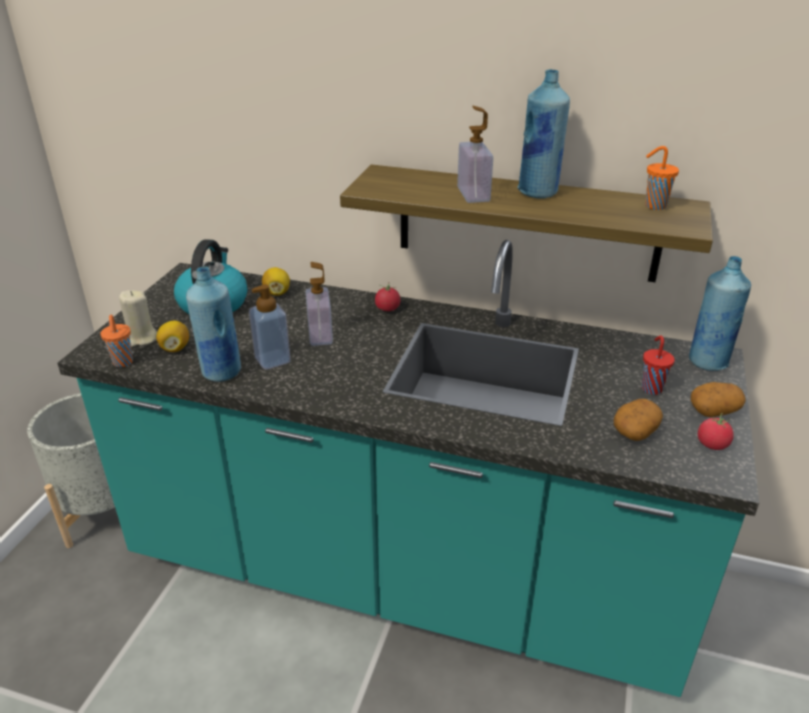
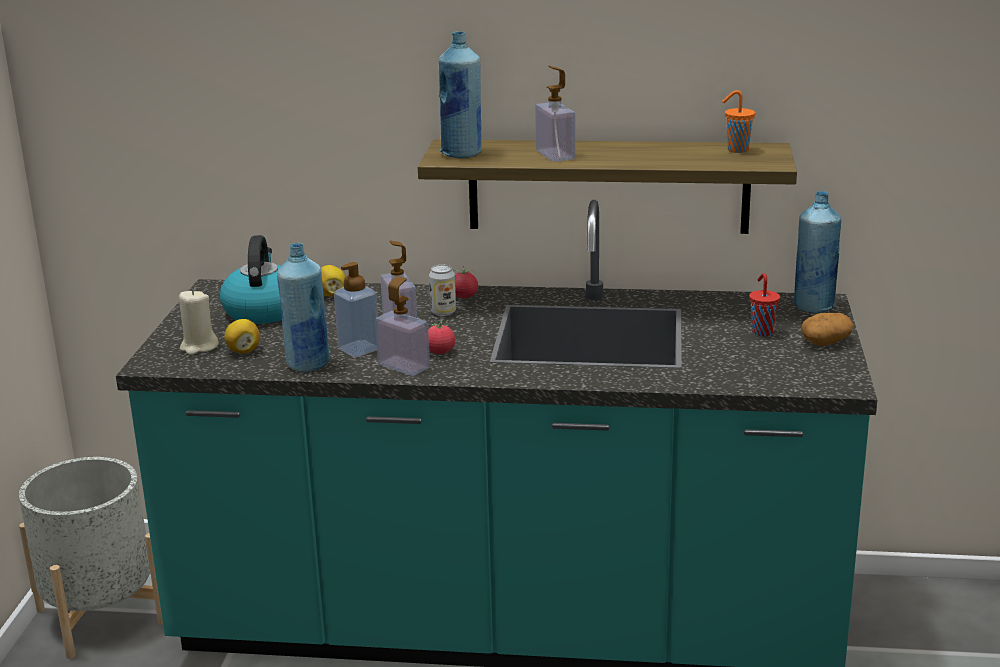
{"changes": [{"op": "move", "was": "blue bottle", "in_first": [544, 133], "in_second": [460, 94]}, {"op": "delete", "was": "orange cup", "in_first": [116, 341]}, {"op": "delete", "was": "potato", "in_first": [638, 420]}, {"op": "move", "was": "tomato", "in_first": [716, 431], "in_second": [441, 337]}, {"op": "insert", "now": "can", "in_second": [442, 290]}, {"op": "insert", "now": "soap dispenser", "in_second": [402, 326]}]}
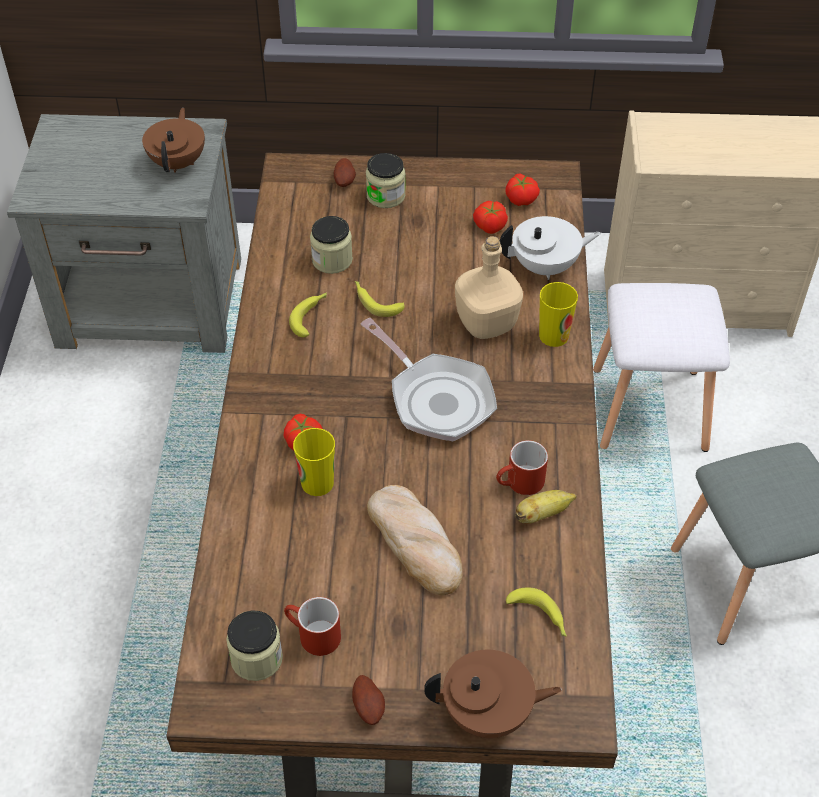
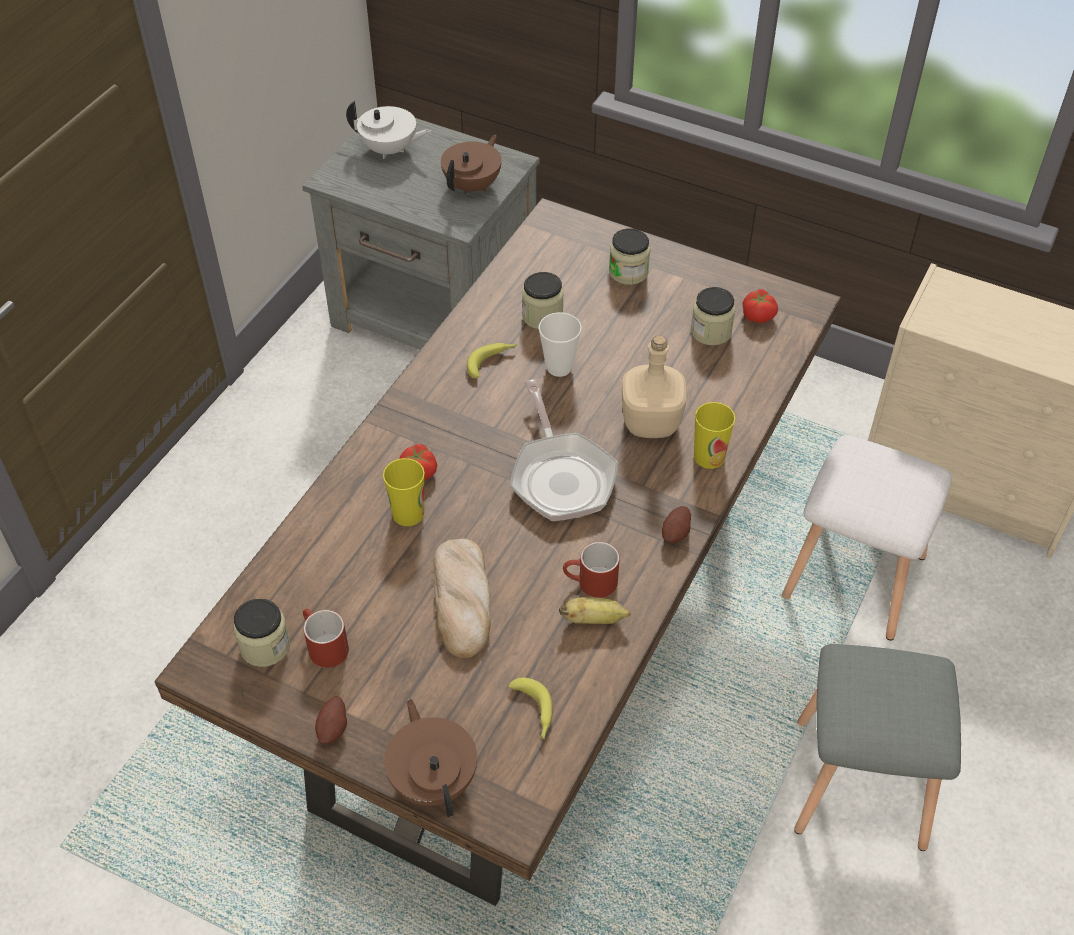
{"changes": [{"op": "move", "was": "potato", "in_first": [345, 172], "in_second": [676, 524]}, {"op": "replace", "was": "tomato", "now": "jar", "in_first": [490, 217], "in_second": [713, 316]}, {"op": "move", "was": "white teapot", "in_first": [550, 248], "in_second": [388, 130]}, {"op": "replace", "was": "banana", "now": "cup", "in_first": [379, 299], "in_second": [560, 344]}, {"op": "rotate", "was": "brown teapot", "in_first": [493, 694], "in_second": [430, 758], "clockwise": -135}]}
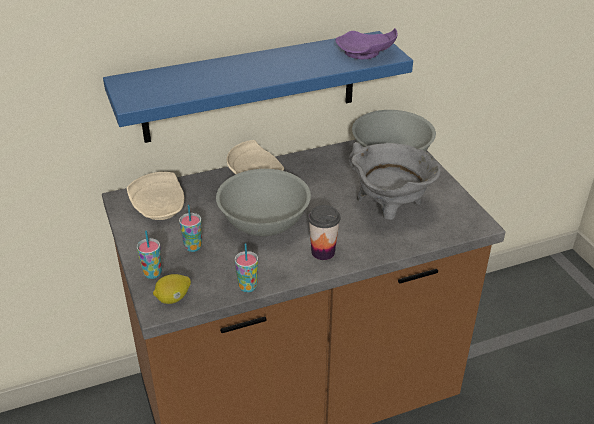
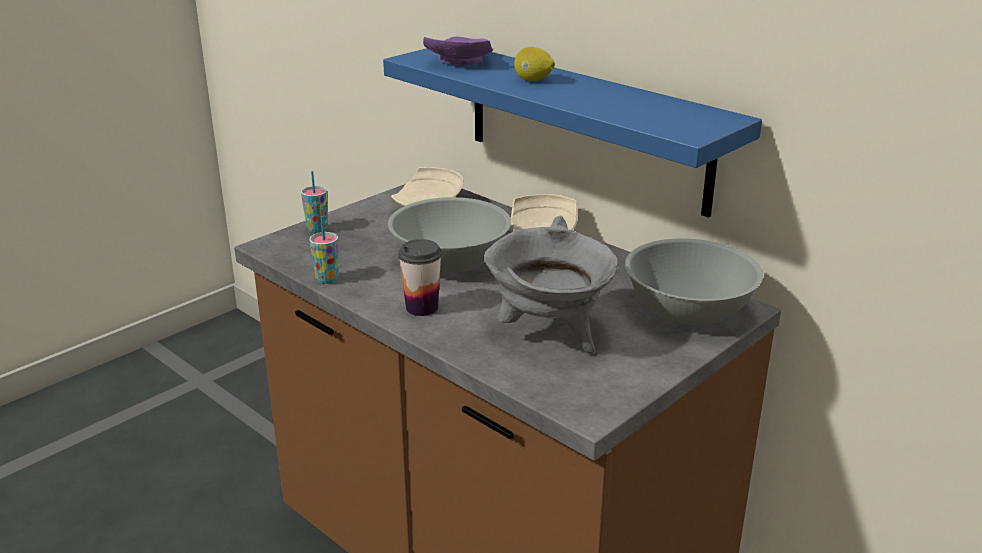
{"changes": [{"op": "move", "was": "purple plate", "in_first": [367, 43], "in_second": [458, 50]}, {"op": "delete", "was": "cup", "in_first": [190, 228]}, {"op": "move", "was": "lemon", "in_first": [172, 289], "in_second": [534, 64]}]}
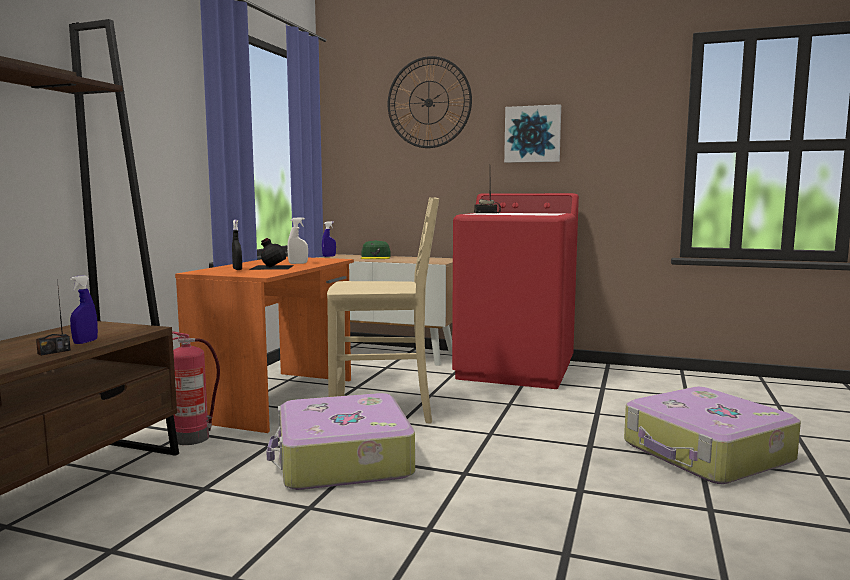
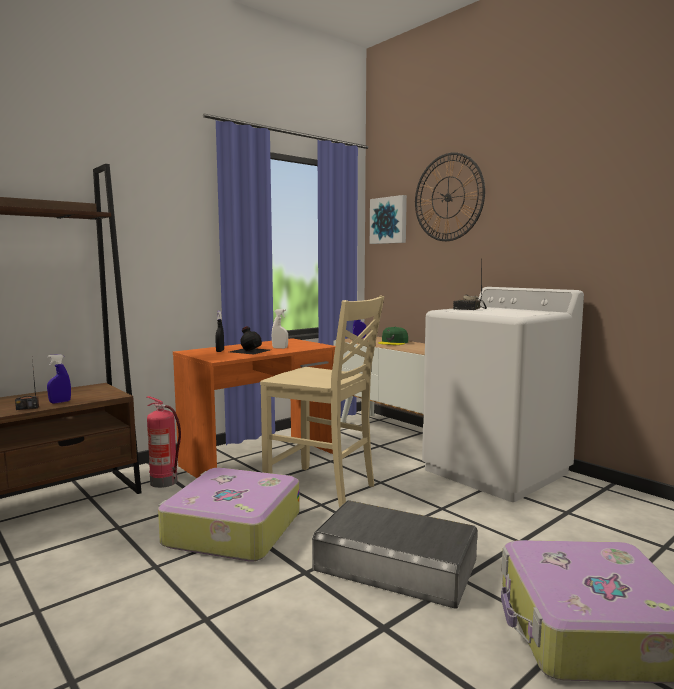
{"changes": [{"op": "move", "was": "picture", "in_first": [532, 133], "in_second": [388, 219]}, {"op": "recolor", "was": "red washing machine", "now": "white washing machine", "in_first": [515, 291], "in_second": [503, 394]}, {"op": "insert", "now": "grey storage box", "in_second": [394, 554]}]}
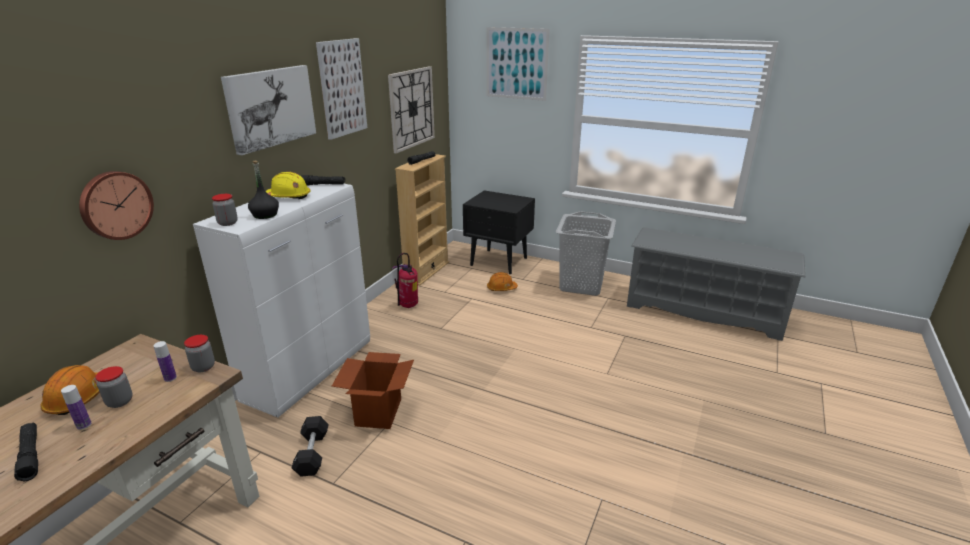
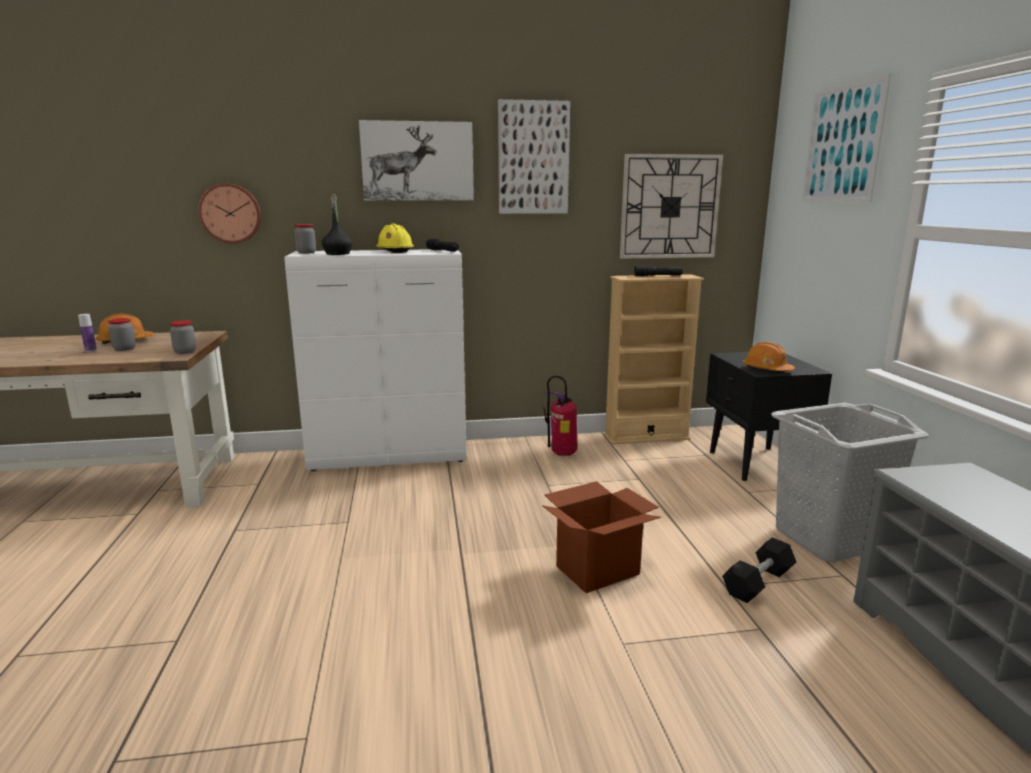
{"changes": [{"op": "move", "was": "orange hard hat", "in_first": [502, 281], "in_second": [769, 356]}, {"op": "delete", "was": "bottle", "in_first": [165, 361]}, {"op": "move", "was": "cardboard box", "in_first": [373, 390], "in_second": [601, 537]}, {"op": "move", "was": "black dumbbell", "in_first": [310, 446], "in_second": [759, 570]}, {"op": "delete", "was": "black flashlight", "in_first": [26, 452]}]}
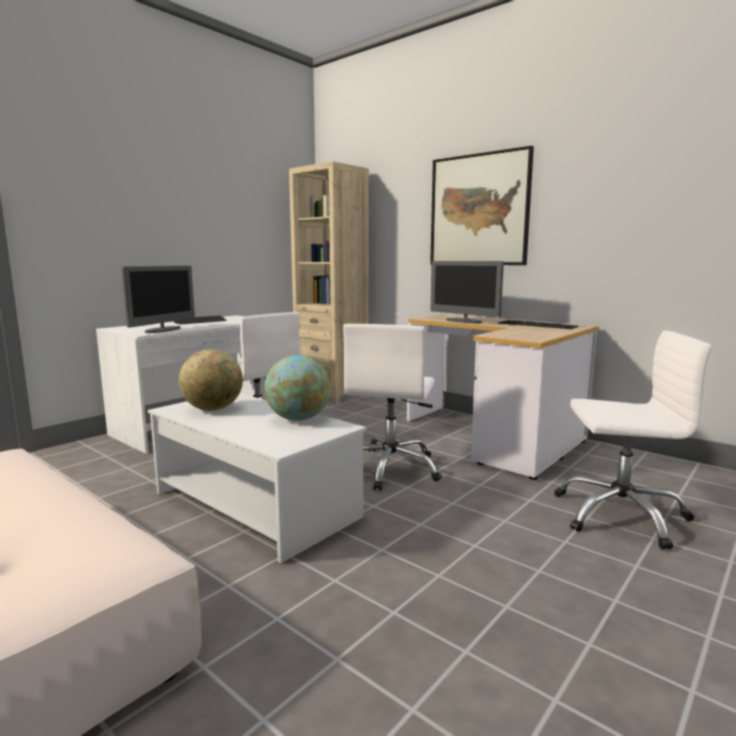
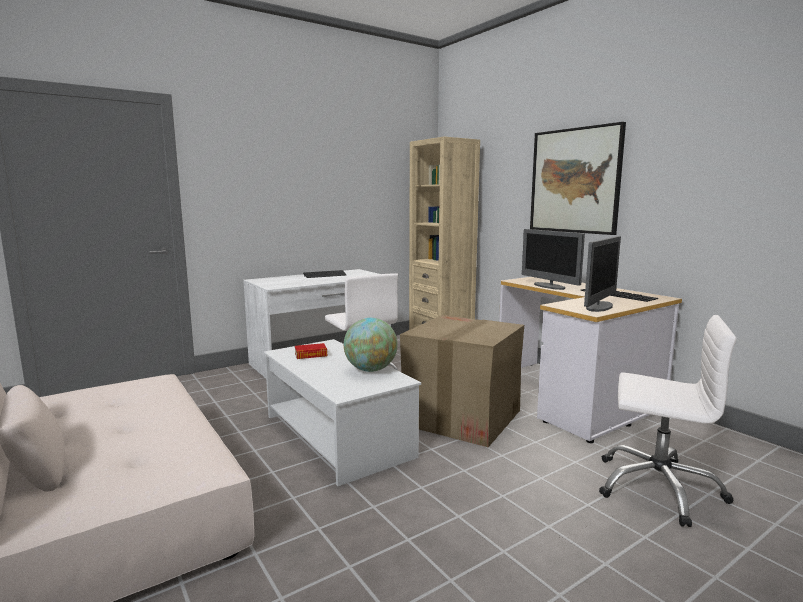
{"changes": [{"op": "move", "was": "monitor", "in_first": [158, 299], "in_second": [602, 274]}, {"op": "replace", "was": "white office chair", "now": "cardboard box", "in_first": [392, 407], "in_second": [462, 381]}, {"op": "replace", "was": "globe", "now": "book", "in_first": [211, 380], "in_second": [311, 351]}]}
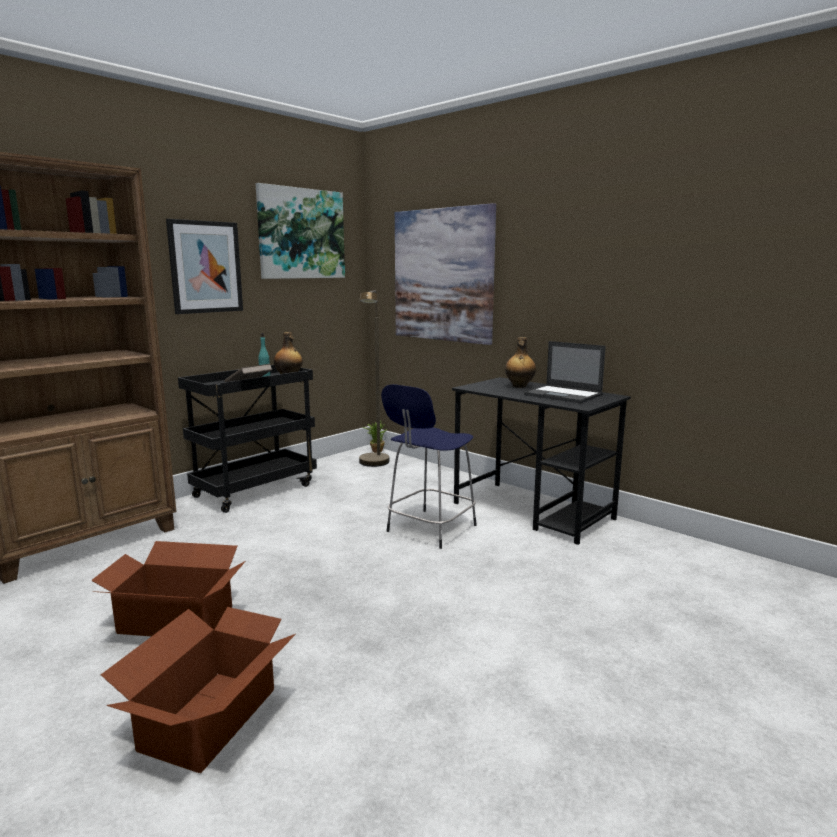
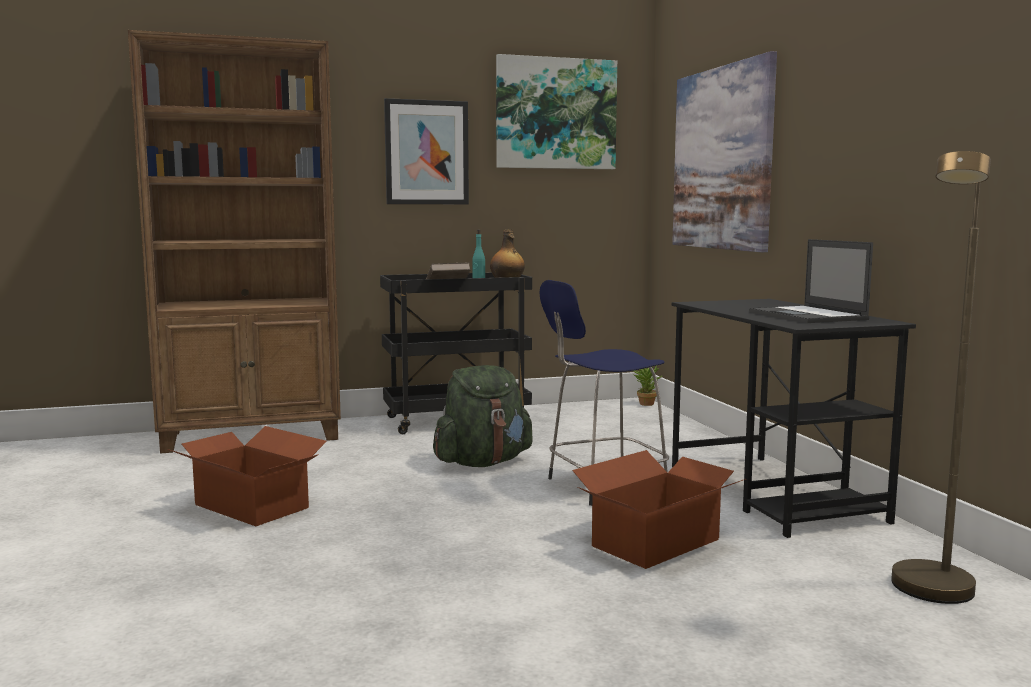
{"changes": [{"op": "move", "was": "brown floor lamp", "in_first": [374, 378], "in_second": [941, 377]}, {"op": "delete", "was": "bottle", "in_first": [520, 362]}, {"op": "move", "was": "cardboard box", "in_first": [198, 690], "in_second": [659, 509]}, {"op": "insert", "now": "green backpack", "in_second": [483, 416]}]}
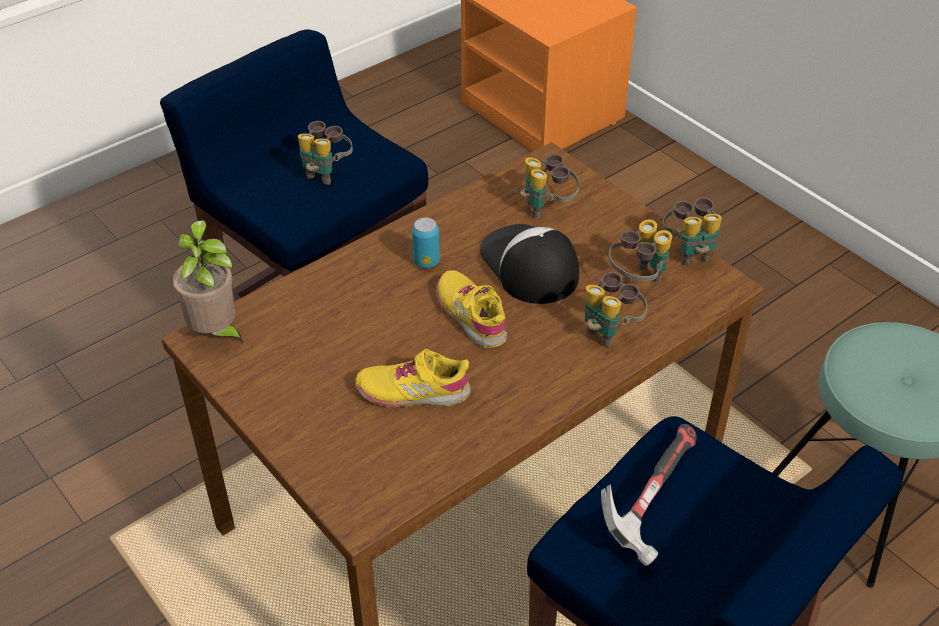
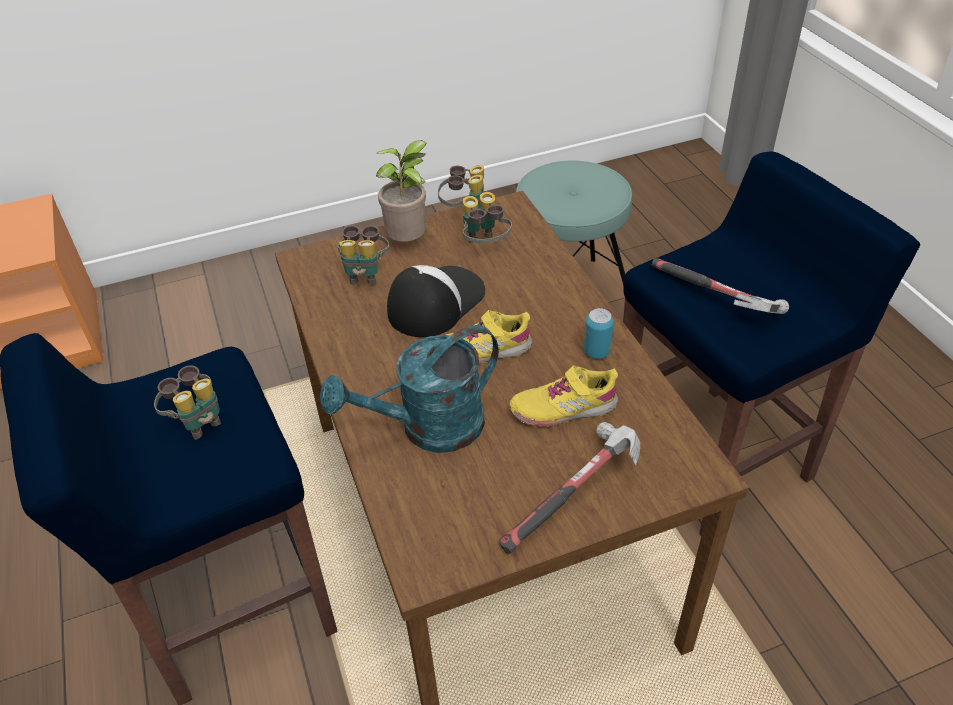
{"changes": [{"op": "move", "was": "can", "in_first": [426, 242], "in_second": [599, 333]}, {"op": "move", "was": "potted plant", "in_first": [207, 282], "in_second": [402, 191]}, {"op": "rotate", "was": "cap", "in_first": [529, 264], "in_second": [436, 301], "clockwise": 135}, {"op": "delete", "was": "binoculars", "in_first": [616, 309]}, {"op": "rotate", "was": "yellow shoe", "in_first": [413, 378], "in_second": [563, 396], "clockwise": 60}, {"op": "insert", "now": "turquoise watering can", "in_second": [409, 389]}, {"op": "insert", "now": "hammer", "in_second": [569, 488]}]}
